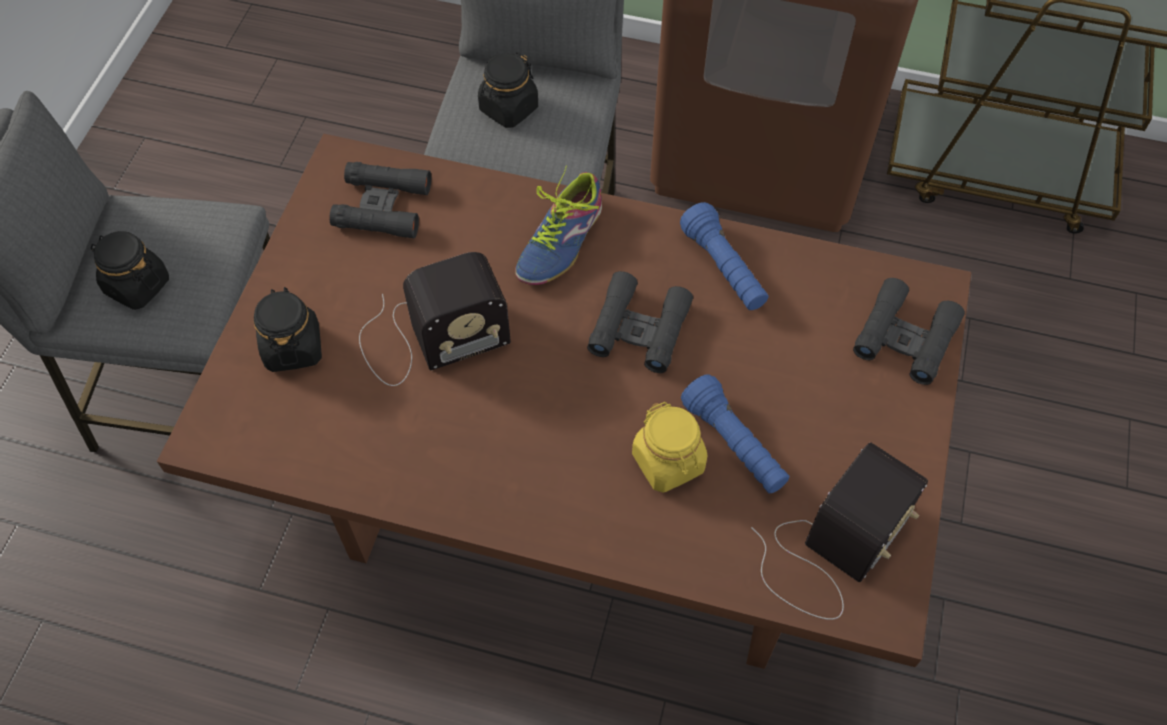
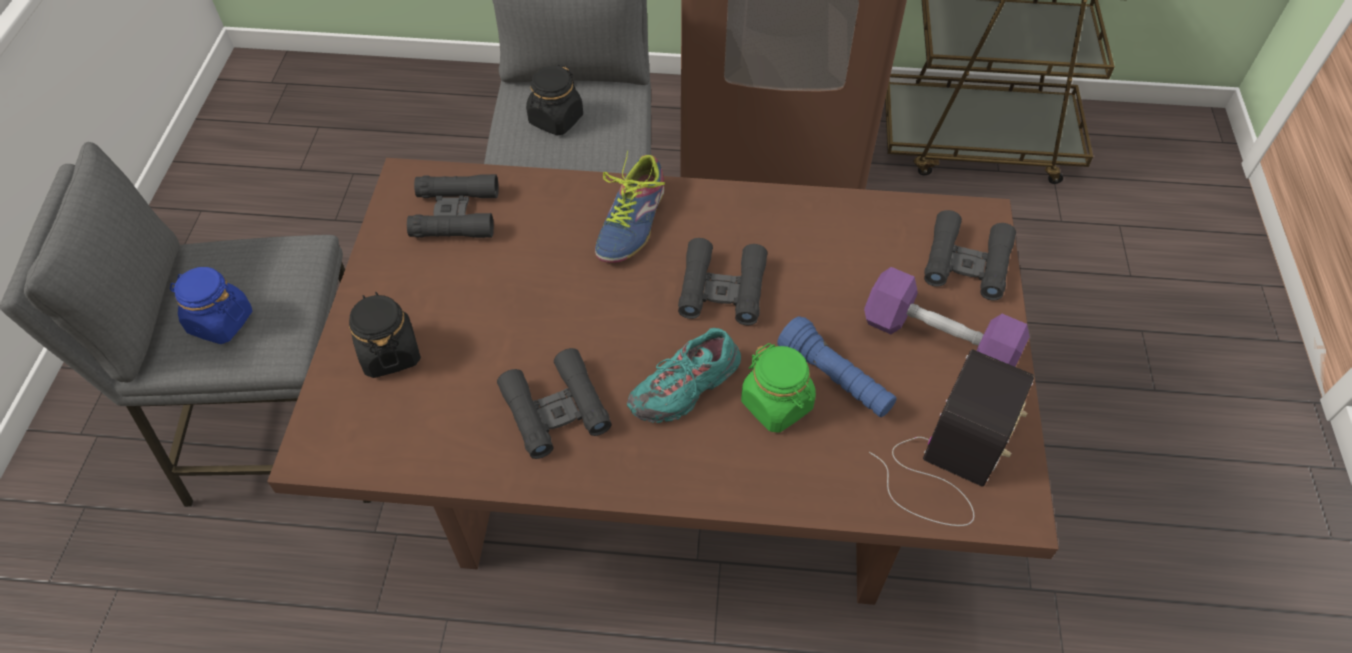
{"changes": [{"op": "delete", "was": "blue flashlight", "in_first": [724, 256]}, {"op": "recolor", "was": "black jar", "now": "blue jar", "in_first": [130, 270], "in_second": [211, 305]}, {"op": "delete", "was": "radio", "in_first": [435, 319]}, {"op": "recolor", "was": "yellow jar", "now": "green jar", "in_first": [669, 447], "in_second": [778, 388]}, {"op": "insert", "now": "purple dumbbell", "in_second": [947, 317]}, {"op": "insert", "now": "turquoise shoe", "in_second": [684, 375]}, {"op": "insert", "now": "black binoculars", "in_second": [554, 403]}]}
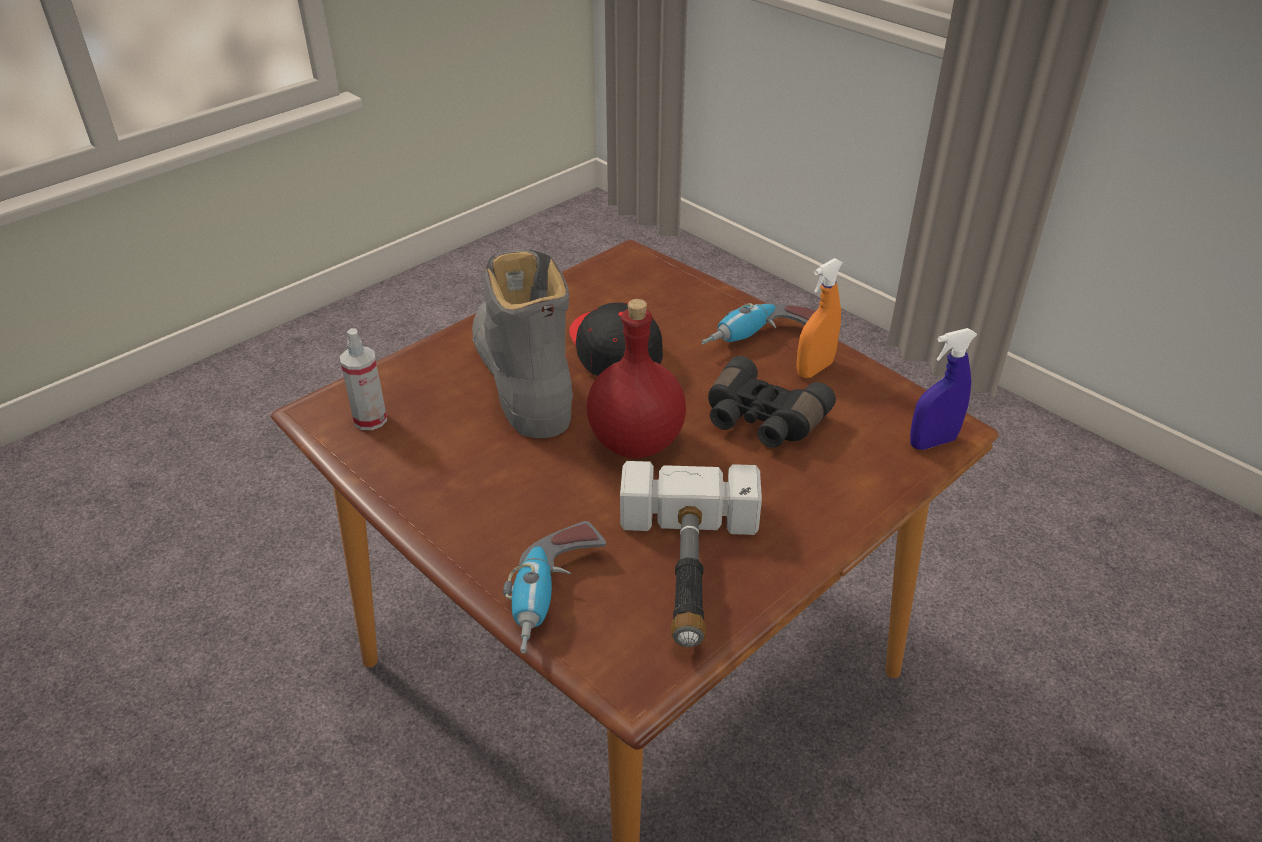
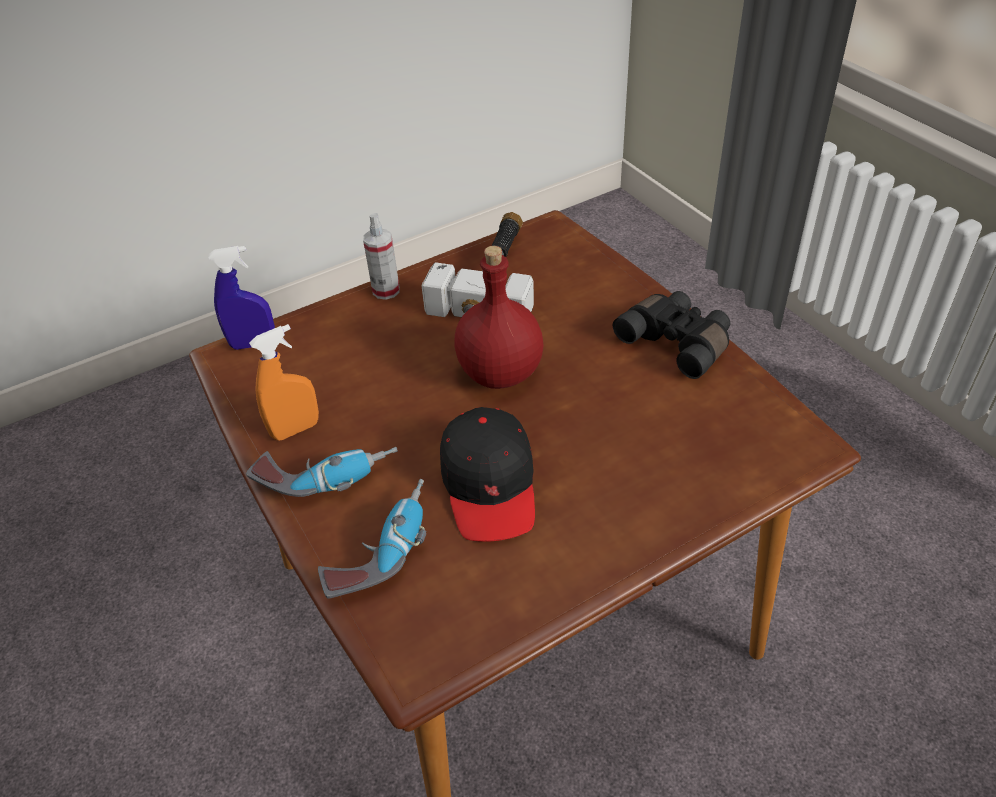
{"changes": [{"op": "delete", "was": "grey boot", "in_first": [522, 343]}, {"op": "move", "was": "spray bottle", "in_first": [363, 379], "in_second": [381, 256]}, {"op": "move", "was": "black binoculars", "in_first": [772, 402], "in_second": [671, 335]}, {"op": "move", "was": "power drill", "in_first": [554, 587], "in_second": [372, 538]}]}
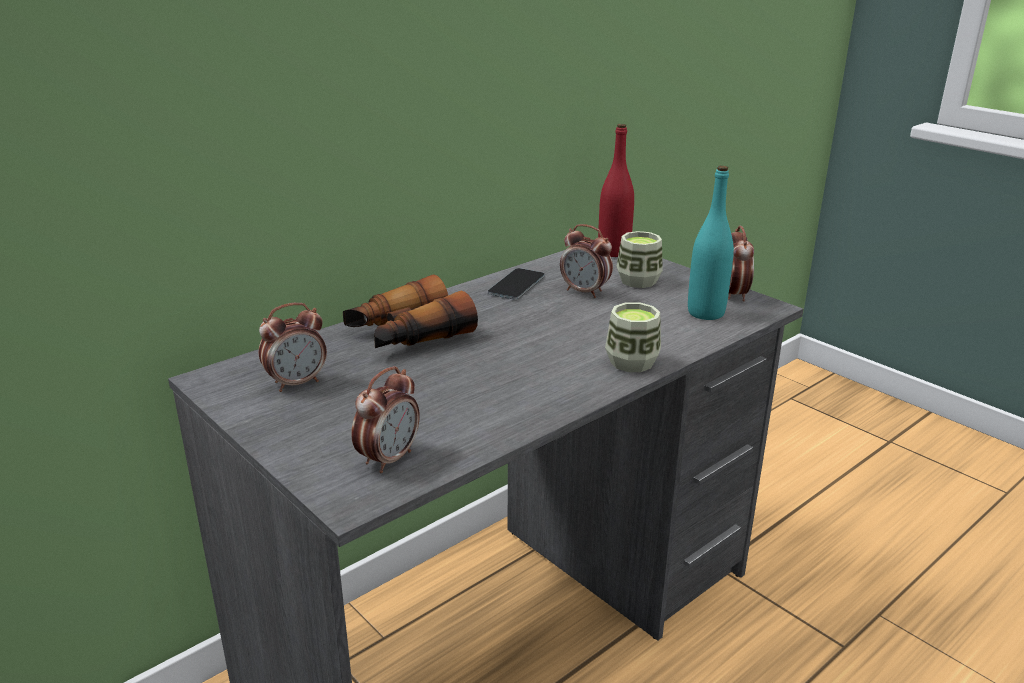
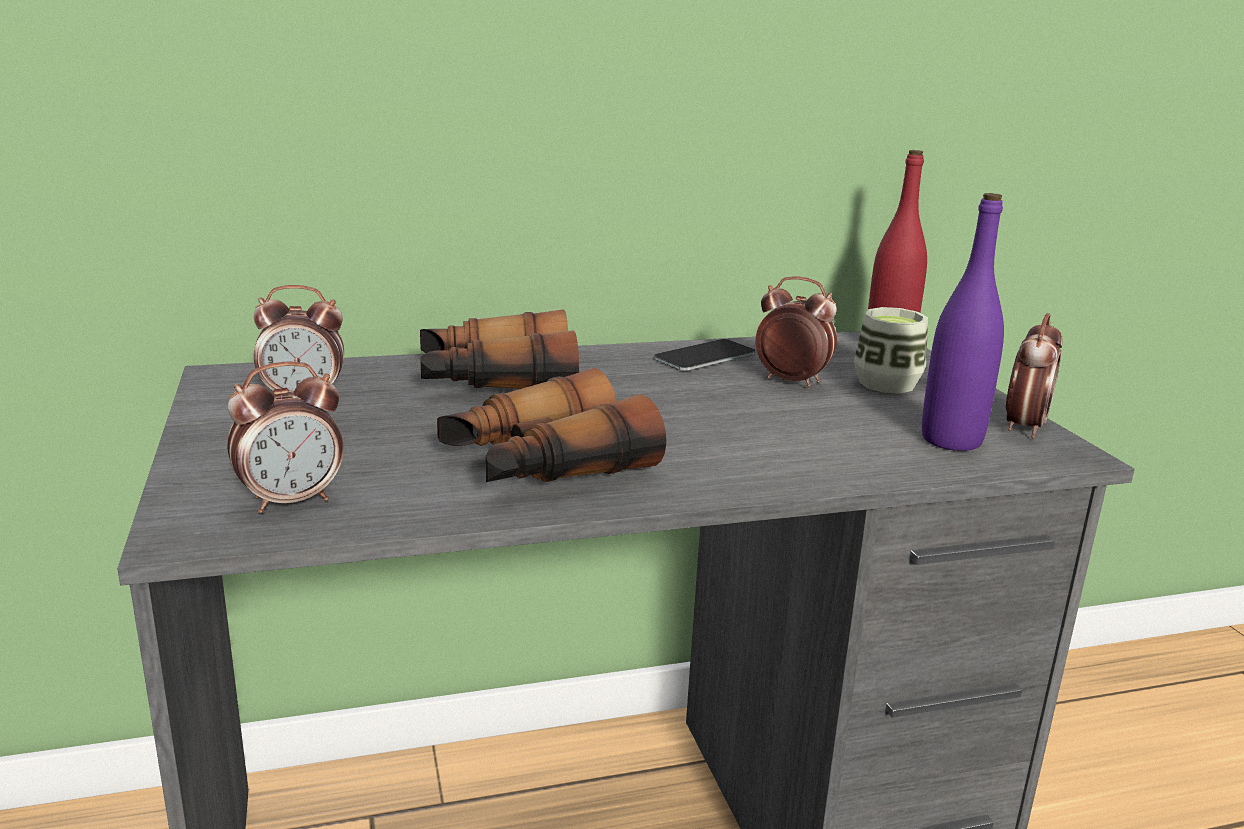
{"changes": [{"op": "recolor", "was": "turquoise bottle", "now": "purple bottle", "in_first": [711, 243], "in_second": [963, 322]}, {"op": "rotate", "was": "alarm clock", "in_first": [586, 261], "in_second": [796, 331], "clockwise": 150}, {"op": "delete", "was": "cup", "in_first": [633, 337]}, {"op": "insert", "now": "binoculars", "in_second": [551, 425]}]}
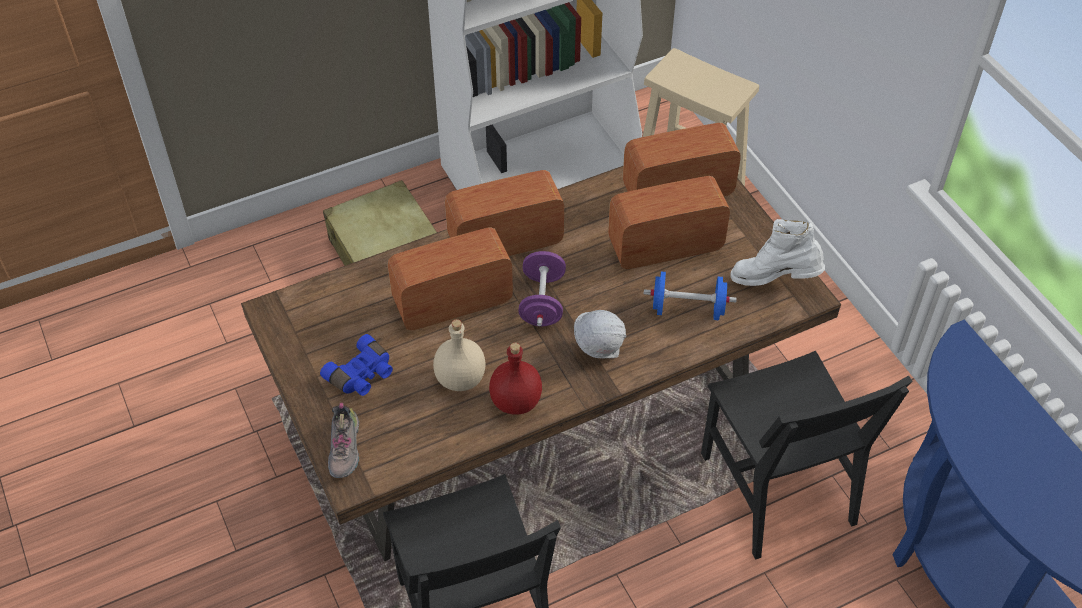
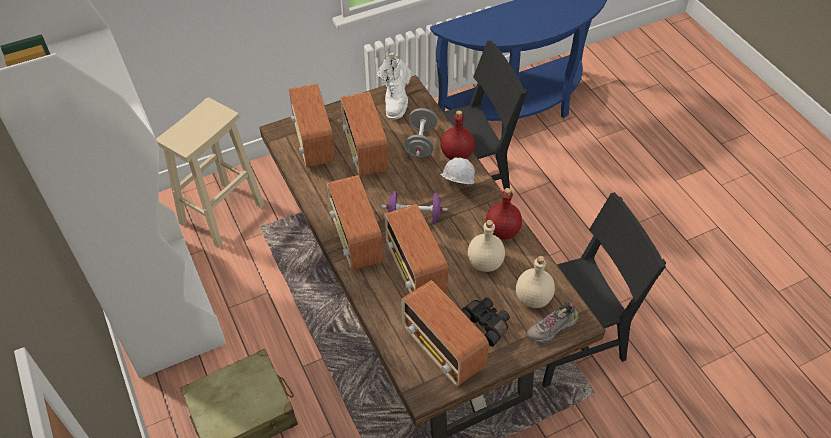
{"changes": [{"op": "recolor", "was": "blue dumbbell", "now": "grey dumbbell", "in_first": [690, 295], "in_second": [420, 133]}, {"op": "recolor", "was": "blue binoculars", "now": "black binoculars", "in_first": [356, 365], "in_second": [485, 322]}, {"op": "rotate", "was": "shoe", "in_first": [343, 440], "in_second": [553, 322], "clockwise": 150}, {"op": "insert", "now": "red bottle", "in_second": [457, 135]}, {"op": "insert", "now": "beige bottle", "in_second": [535, 282]}, {"op": "insert", "now": "radio", "in_second": [445, 333]}]}
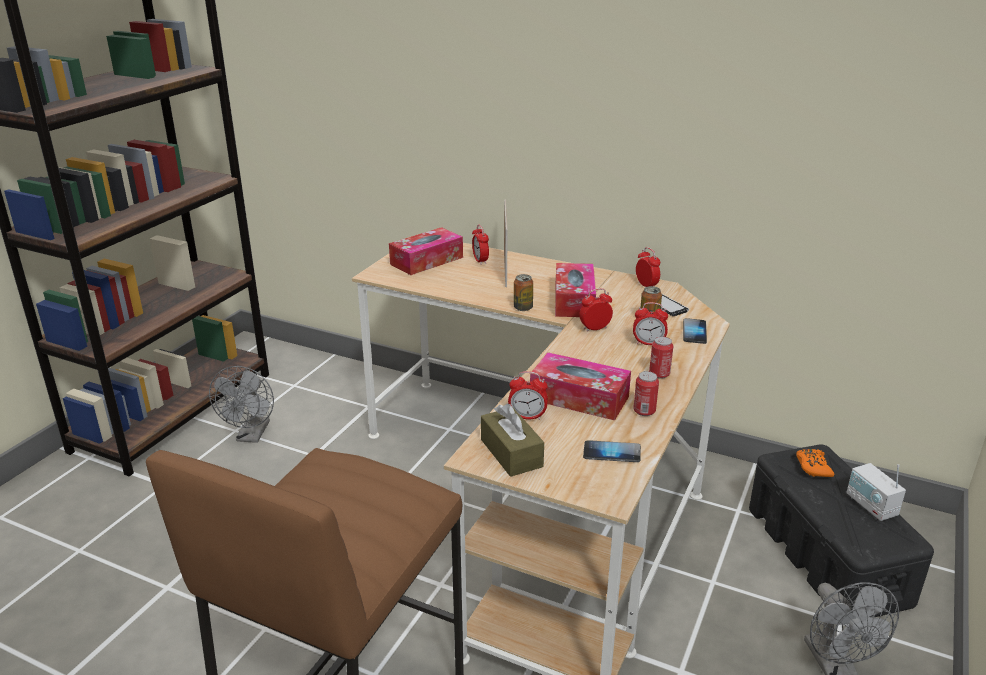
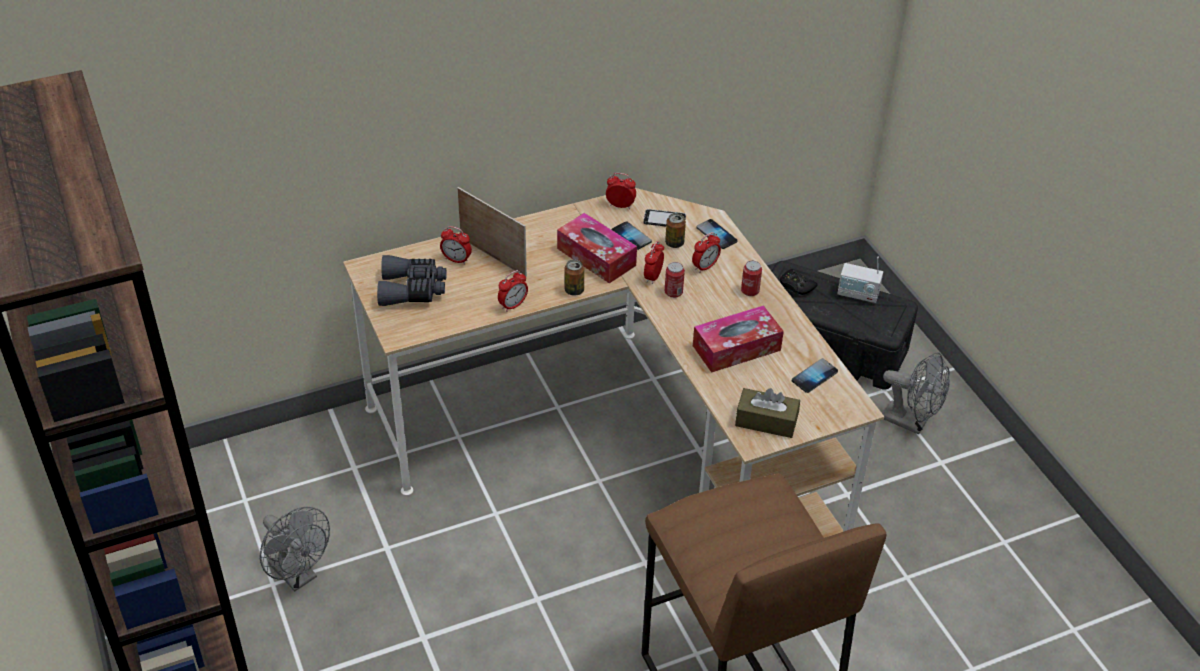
{"changes": [{"op": "replace", "was": "tissue box", "now": "grey binoculars", "in_first": [426, 251], "in_second": [412, 280]}, {"op": "move", "was": "alarm clock", "in_first": [528, 395], "in_second": [513, 291]}, {"op": "move", "was": "can", "in_first": [646, 393], "in_second": [675, 280]}, {"op": "recolor", "was": "orange game controller", "now": "black game controller", "in_first": [815, 463], "in_second": [799, 282]}, {"op": "insert", "now": "phone", "in_second": [632, 235]}]}
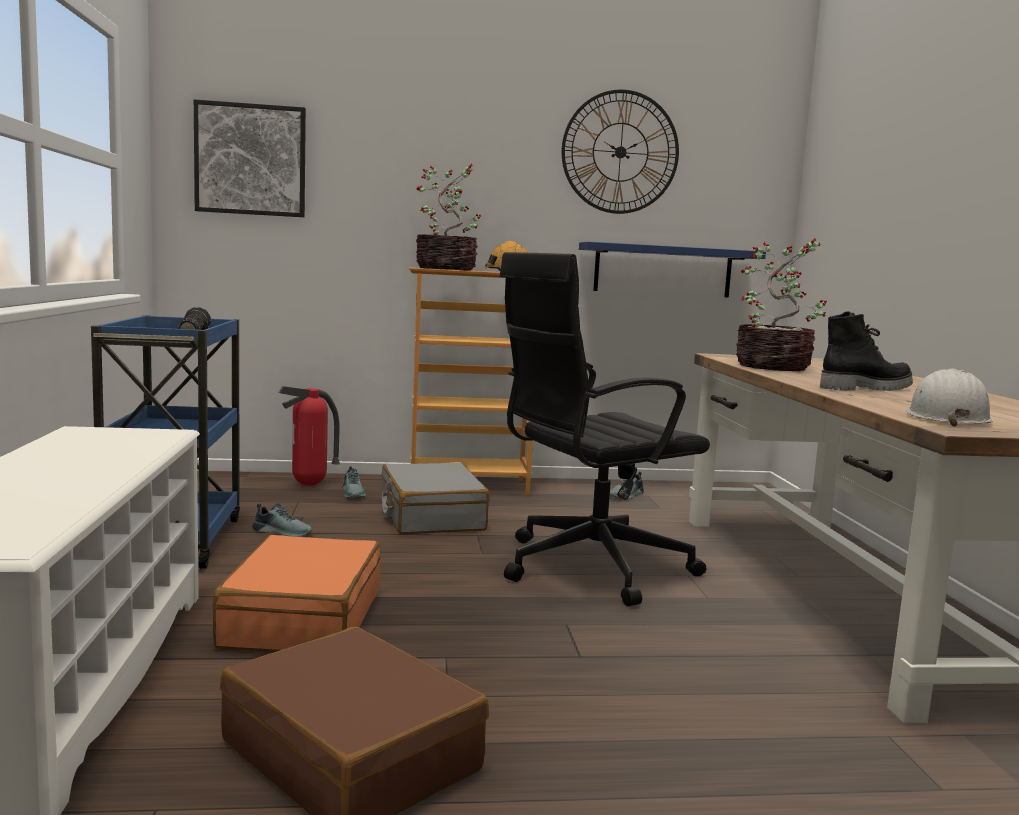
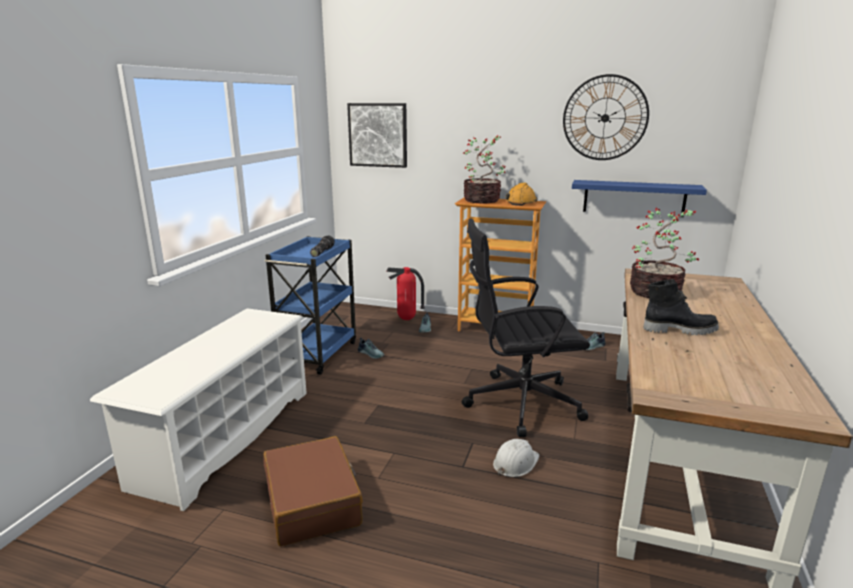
{"changes": [{"op": "move", "was": "white hard hat", "in_first": [950, 397], "in_second": [516, 458]}, {"op": "delete", "was": "grey suitcase", "in_first": [435, 498]}, {"op": "delete", "was": "orange suitcase", "in_first": [296, 593]}]}
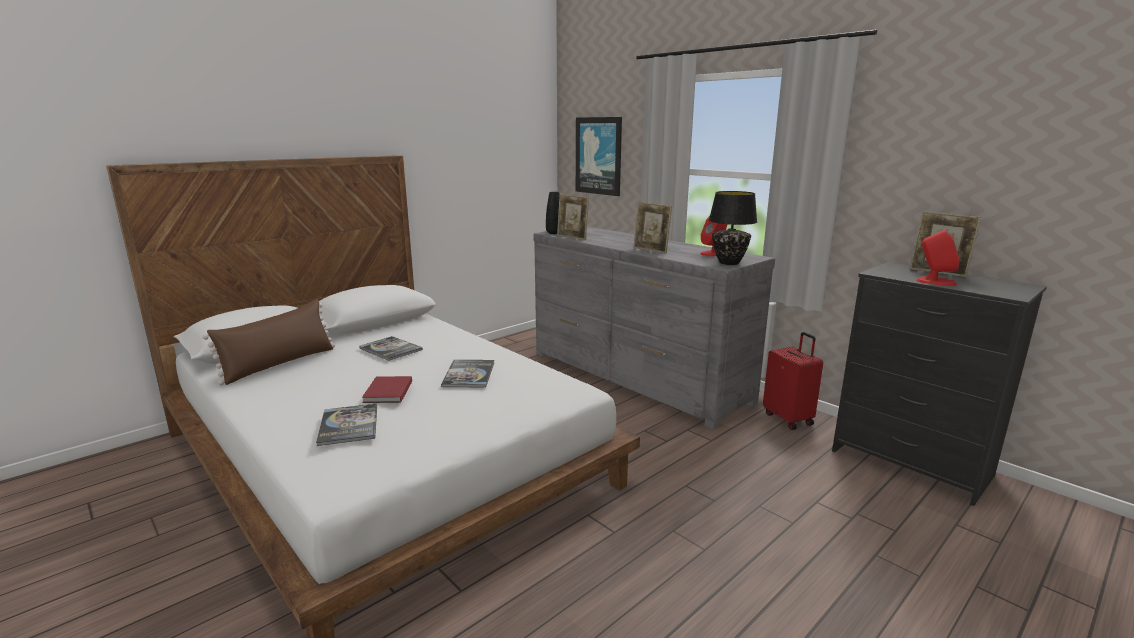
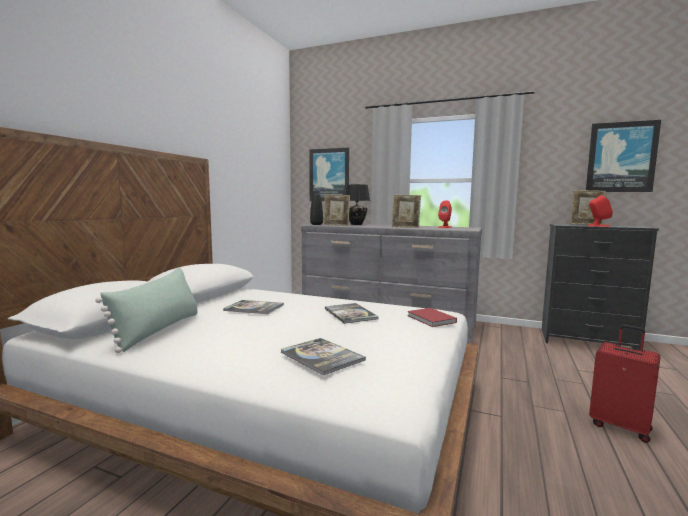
{"changes": [{"op": "move", "was": "black table lamp", "in_first": [733, 228], "in_second": [357, 204]}, {"op": "recolor", "was": "brown pillow", "now": "green pillow", "in_first": [268, 342], "in_second": [146, 310]}, {"op": "move", "was": "red suitcase", "in_first": [793, 381], "in_second": [625, 383]}, {"op": "move", "was": "red book", "in_first": [387, 389], "in_second": [432, 317]}, {"op": "insert", "now": "picture", "in_second": [623, 156]}]}
